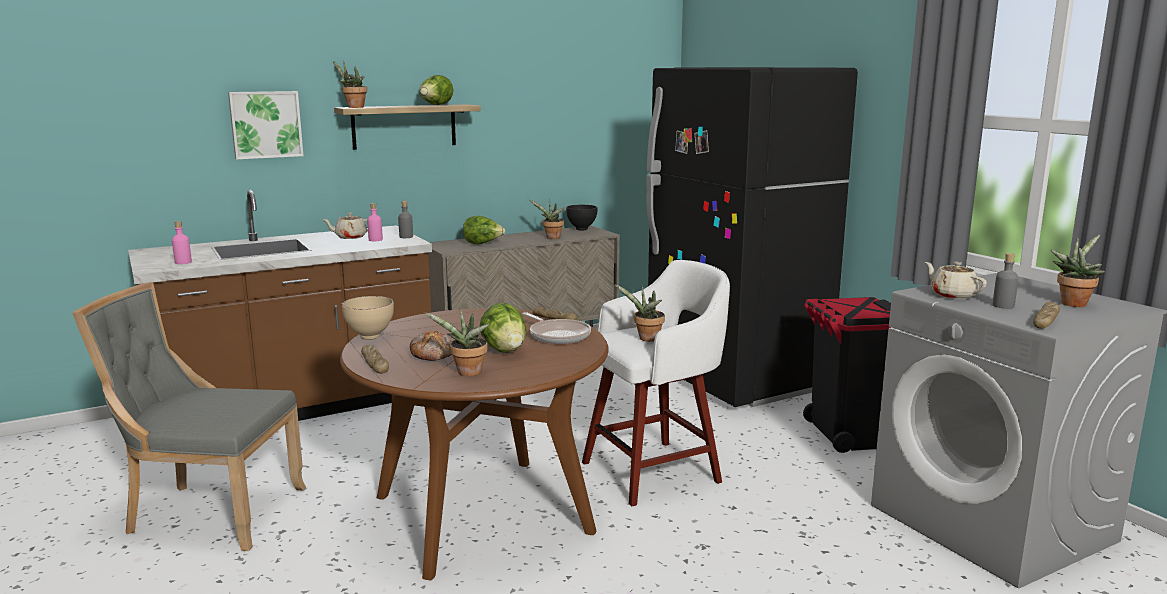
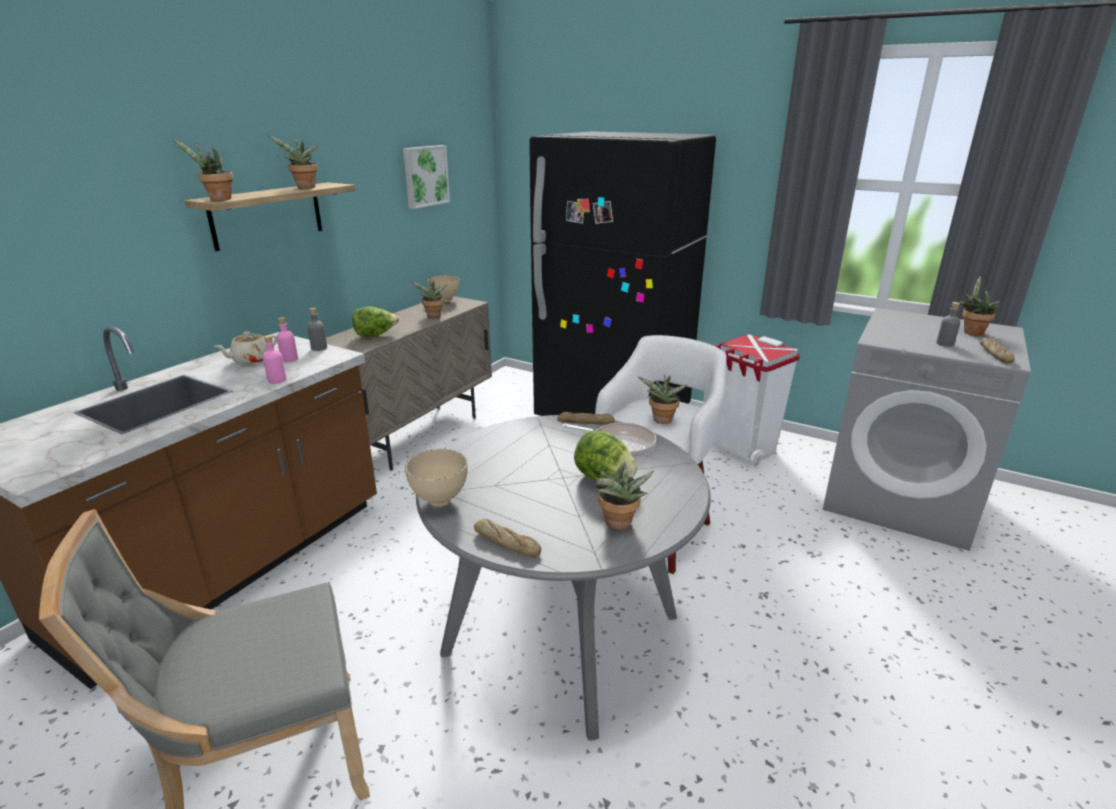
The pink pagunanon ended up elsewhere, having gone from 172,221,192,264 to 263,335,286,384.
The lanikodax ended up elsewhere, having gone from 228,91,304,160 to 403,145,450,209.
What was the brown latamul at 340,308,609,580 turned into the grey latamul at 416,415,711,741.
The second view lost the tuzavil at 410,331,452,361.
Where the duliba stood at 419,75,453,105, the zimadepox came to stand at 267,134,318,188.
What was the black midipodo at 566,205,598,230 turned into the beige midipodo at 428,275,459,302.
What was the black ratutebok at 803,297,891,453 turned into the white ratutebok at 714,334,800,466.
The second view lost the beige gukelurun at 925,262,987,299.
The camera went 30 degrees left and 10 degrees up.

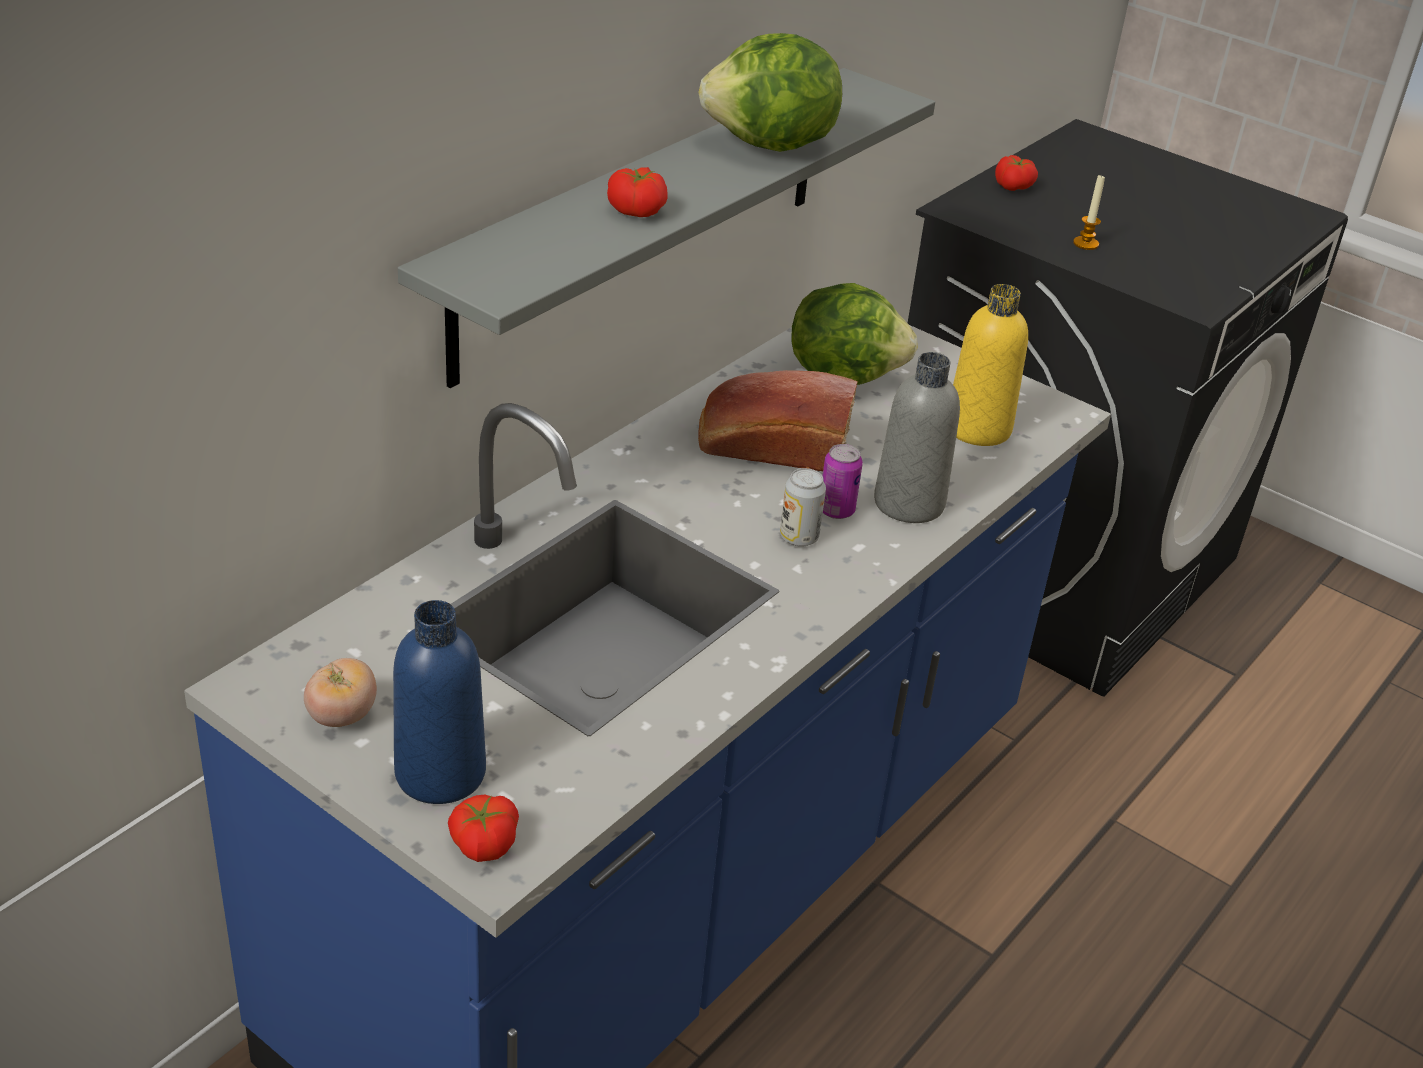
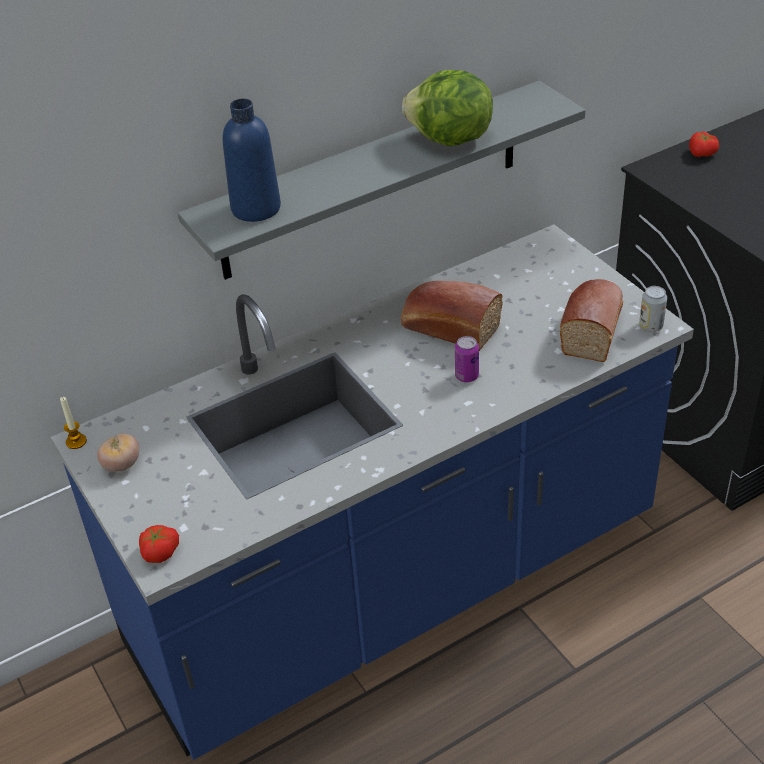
The blue pagunanon ended up elsewhere, having gone from 393,600,486,804 to 223,99,281,222.
The second view lost the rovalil at 607,167,668,217.
The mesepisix ended up elsewhere, having gone from 780,468,826,547 to 639,286,667,332.
The second view lost the duliba at 791,283,918,385.
The second view lost the grey pagunanon at 874,352,960,523.
Where the yellow pagunanon stood at 953,284,1028,446, the tuzavil came to stand at 560,279,623,362.
The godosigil ended up elsewhere, having gone from 1073,175,1105,250 to 60,397,87,449.
The camera went 25 degrees right and 5 degrees up.

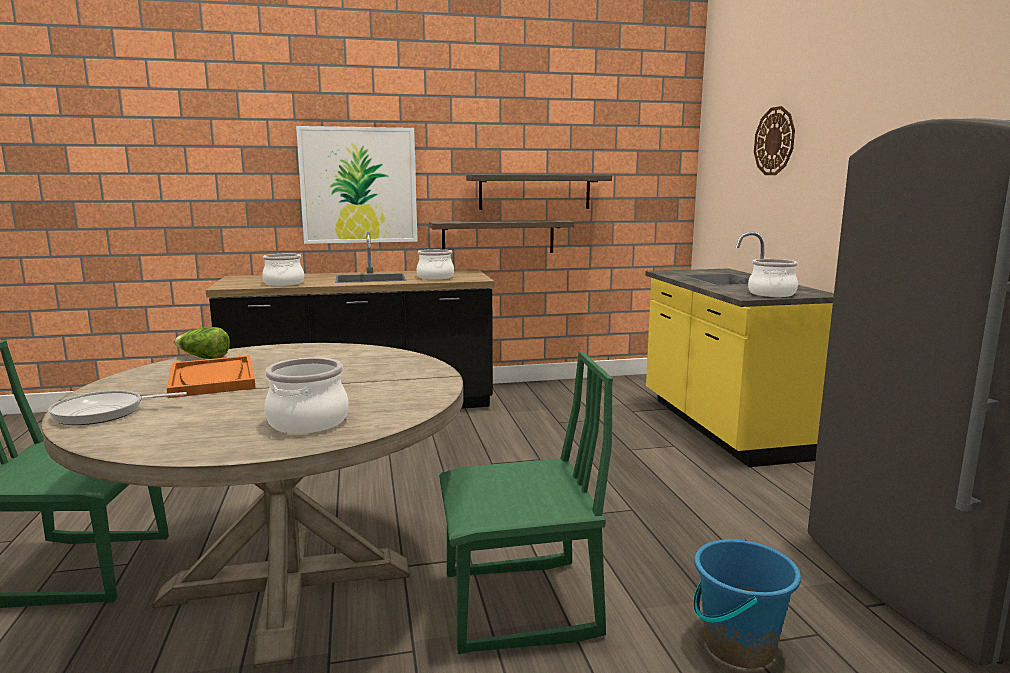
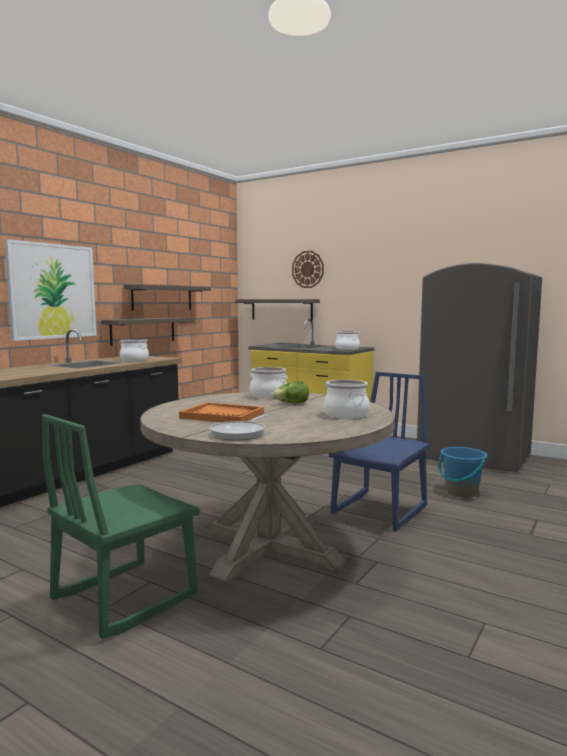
The duliba ended up elsewhere, having gone from 174,327,230,359 to 271,381,309,403.
The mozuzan ended up elsewhere, having gone from 262,254,304,286 to 250,367,288,399.
What was the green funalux at 439,351,613,654 turned into the blue funalux at 329,372,429,531.
The second view gained the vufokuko at 235,299,320,321.
The camera went 45 degrees left and 5 degrees down.

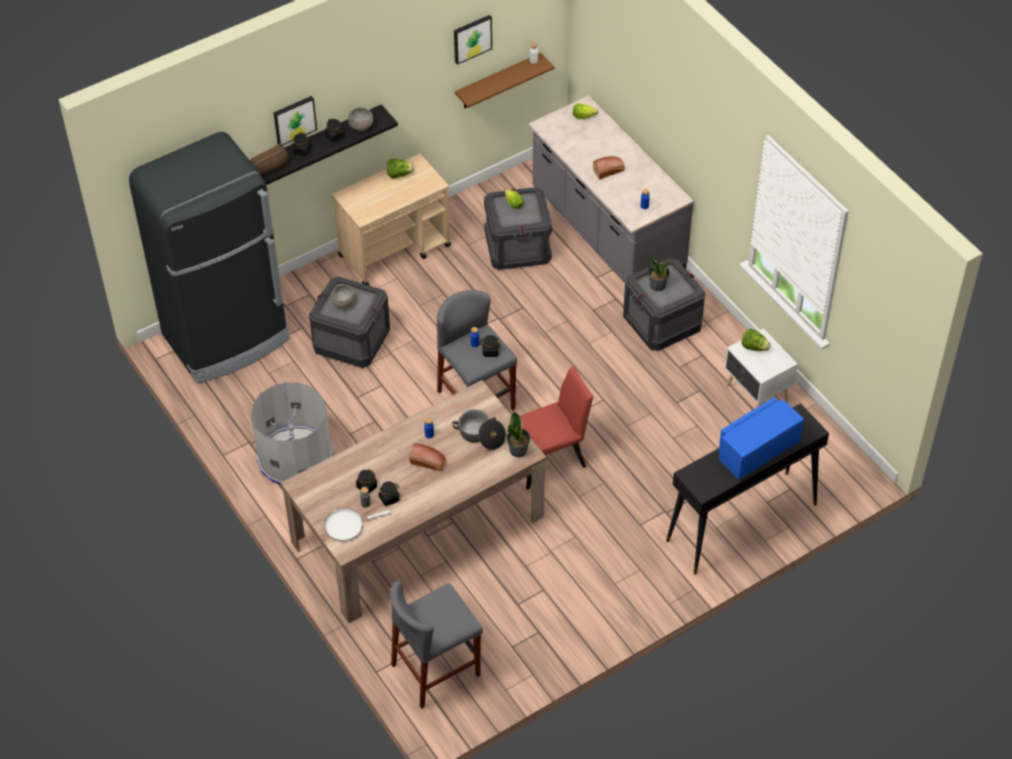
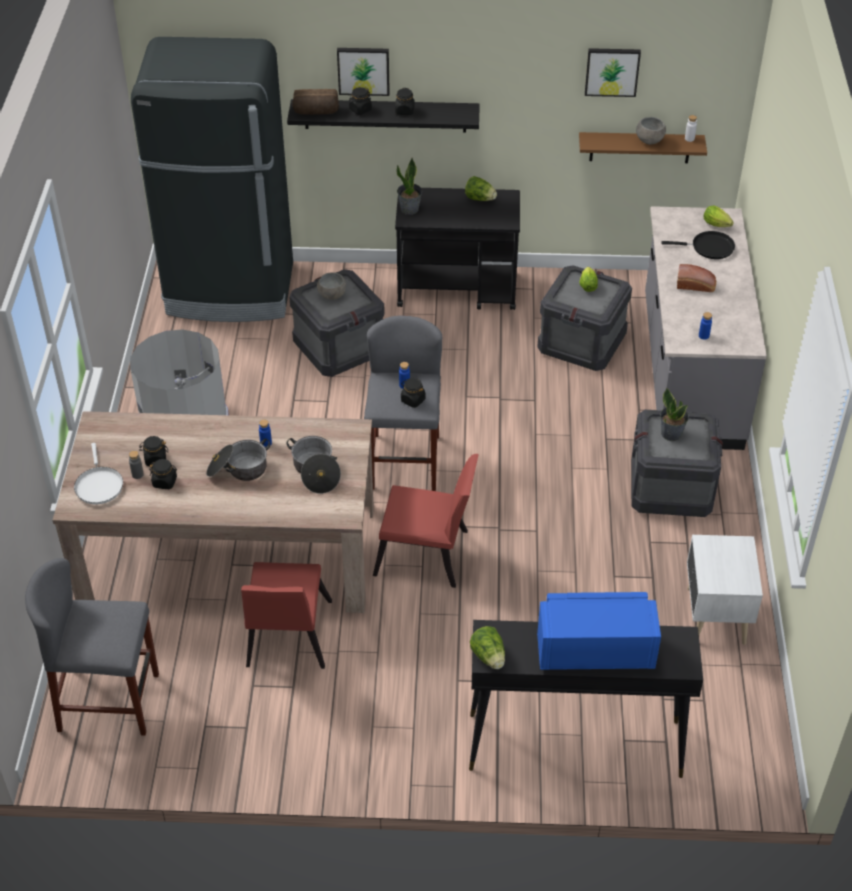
The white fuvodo at 324,508,390,541 ended up facing another way, 120 degrees counterclockwise from before.
What was the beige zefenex at 332,154,451,285 turned into the black zefenex at 395,188,520,310.
The grey midipodo ended up elsewhere, having gone from 348,107,373,131 to 636,117,666,145.
Where the tuzavil stood at 409,443,446,471, the mozuzan came to stand at 206,439,270,481.
The zimadepox ended up elsewhere, having gone from 507,411,531,457 to 397,157,422,215.
The duliba ended up elsewhere, having gone from 742,328,770,351 to 470,626,505,669.
The second view gained the red funalux at 241,562,332,669.
The second view gained the black fuvodo at 661,231,735,259.
The camera went 35 degrees right and 5 degrees down.

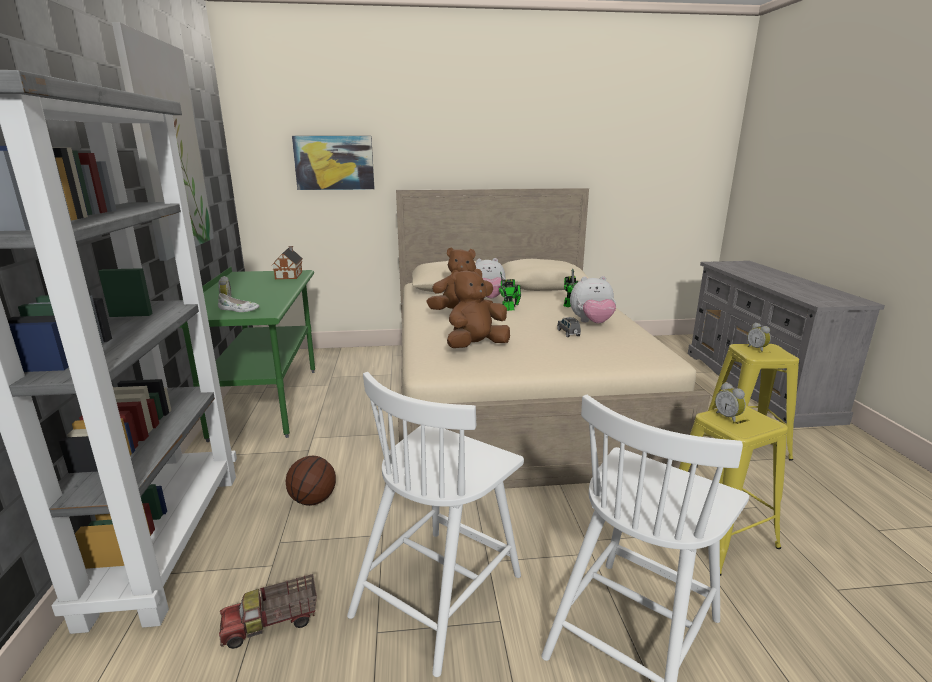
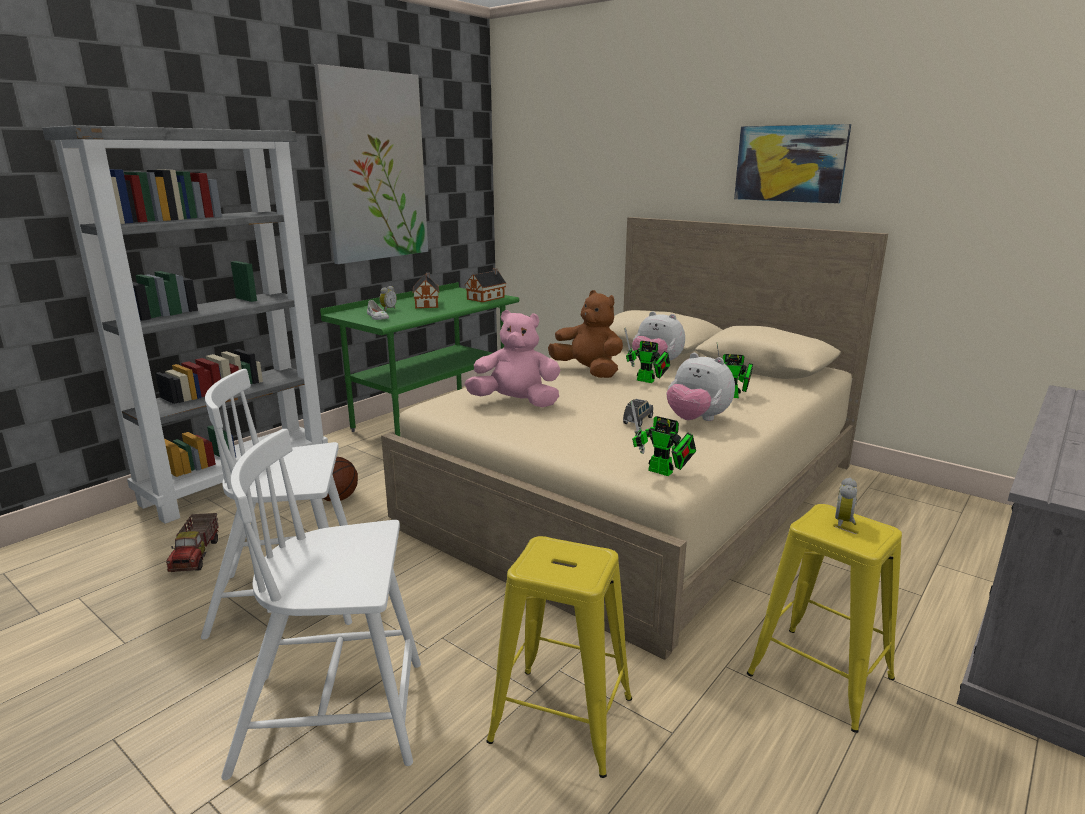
The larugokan at 219,574,317,649 ended up facing another way, 120 degrees counterclockwise from before.
The lanikodax ended up elsewhere, having gone from 292,136,375,190 to 734,124,851,204.
What was the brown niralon at 447,269,510,348 turned into the pink niralon at 465,310,561,407.
The second view lost the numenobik at 715,382,746,423.
The second view gained the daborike at 412,272,439,309.
The second view gained the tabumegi at 631,400,696,476.
The camera went 45 degrees right and 0 degrees up.

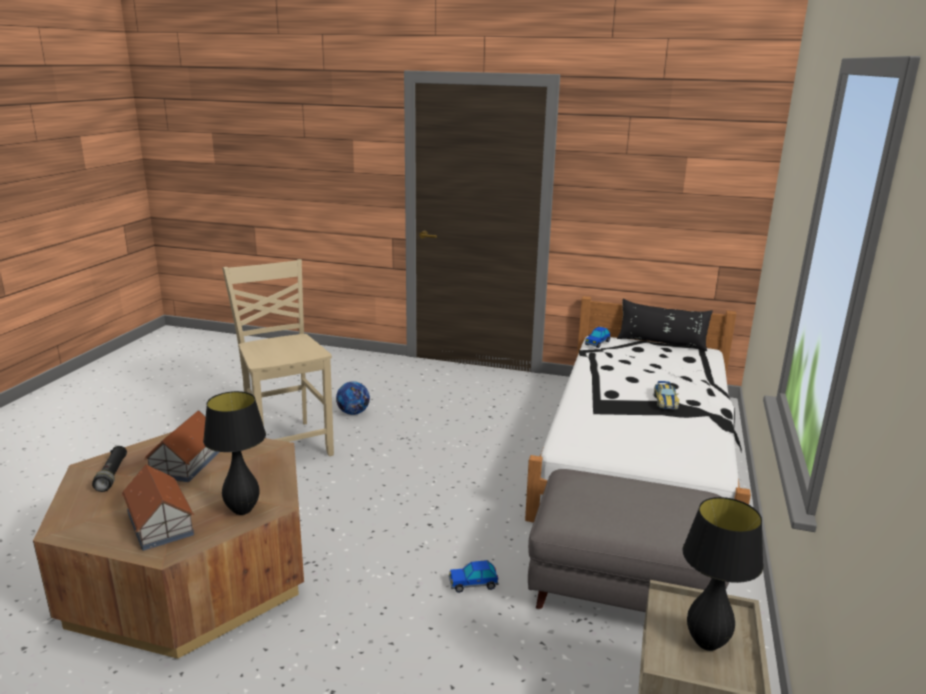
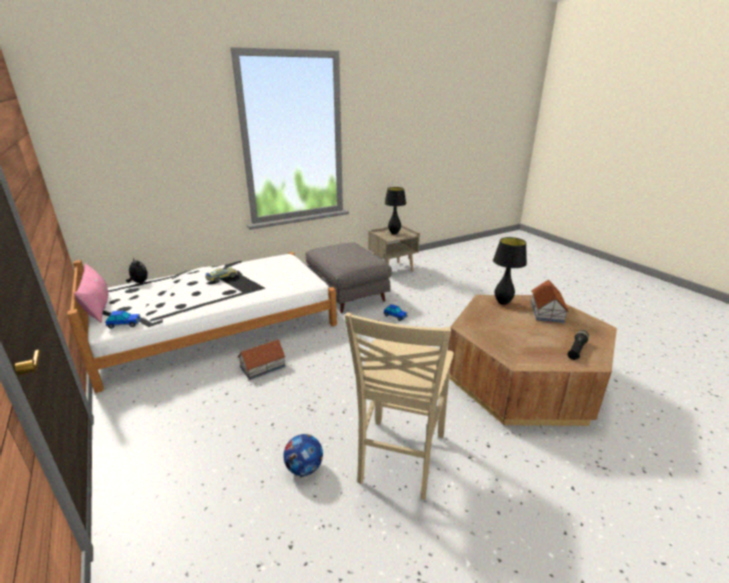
The daborike ended up elsewhere, having gone from 144,411,219,482 to 237,340,286,380.
What was the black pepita at 617,299,713,351 turned into the pink pepita at 74,263,108,323.
The second view gained the niralon at 126,258,148,283.
The camera went 135 degrees left and 5 degrees up.

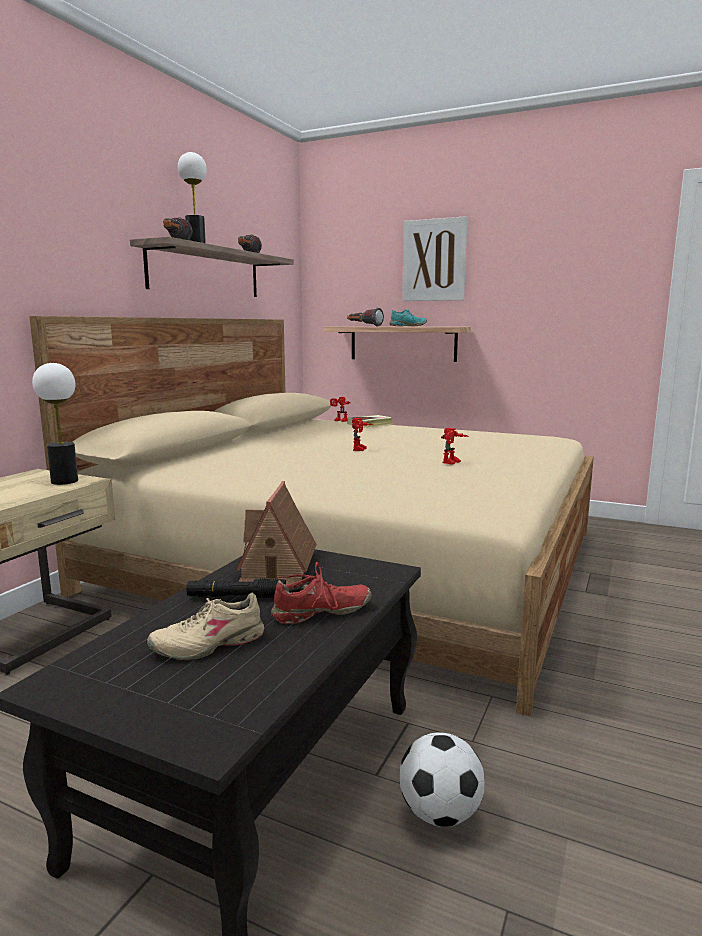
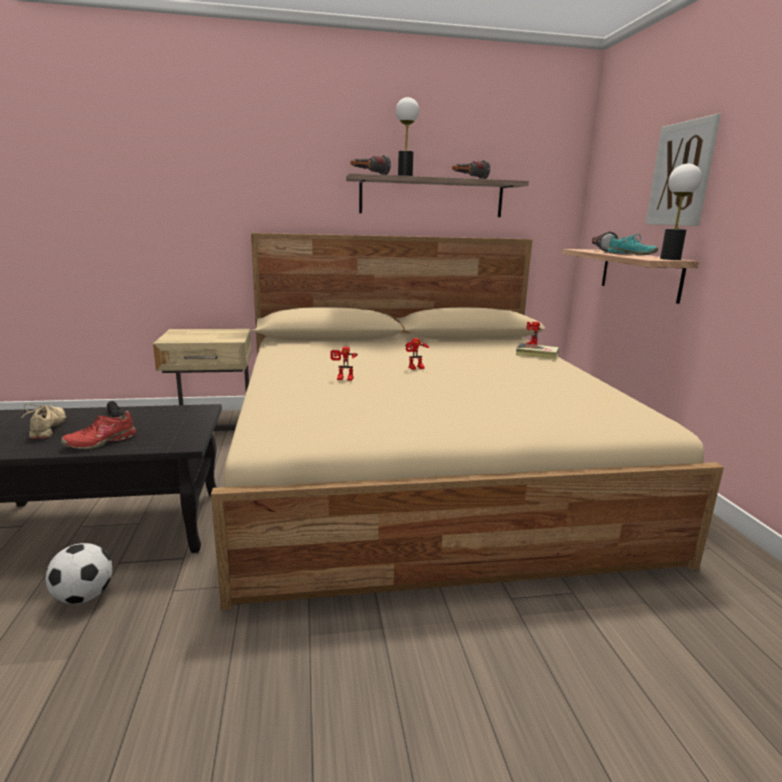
The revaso ended up elsewhere, having gone from 32,363,78,485 to 660,164,702,260.
The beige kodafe at 147,593,264,660 ended up facing another way, 45 degrees clockwise from before.
The second view lost the daborike at 235,481,317,584.
The red kodafe at 271,562,372,624 ended up facing another way, 105 degrees clockwise from before.
The tabumegi ended up elsewhere, having gone from 441,428,469,465 to 330,347,358,381.
The camera went 55 degrees right and 5 degrees up.

